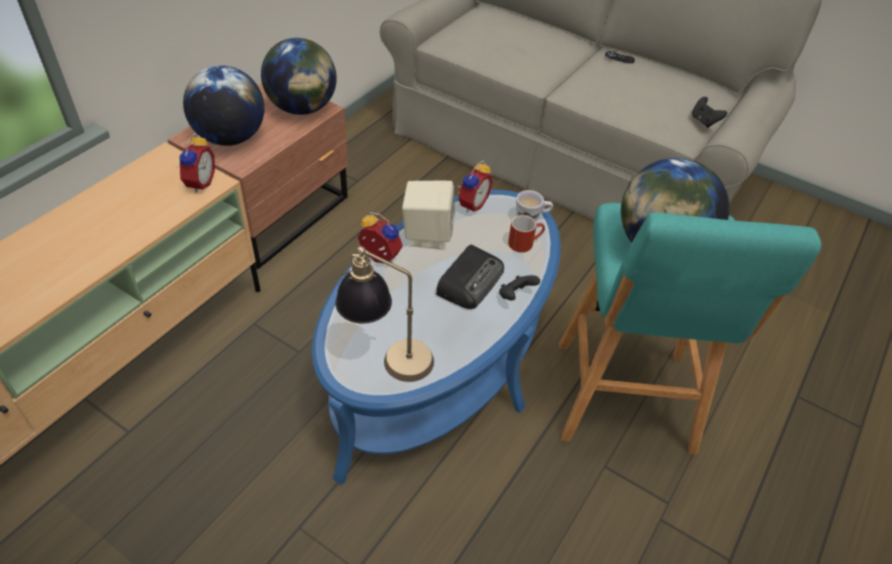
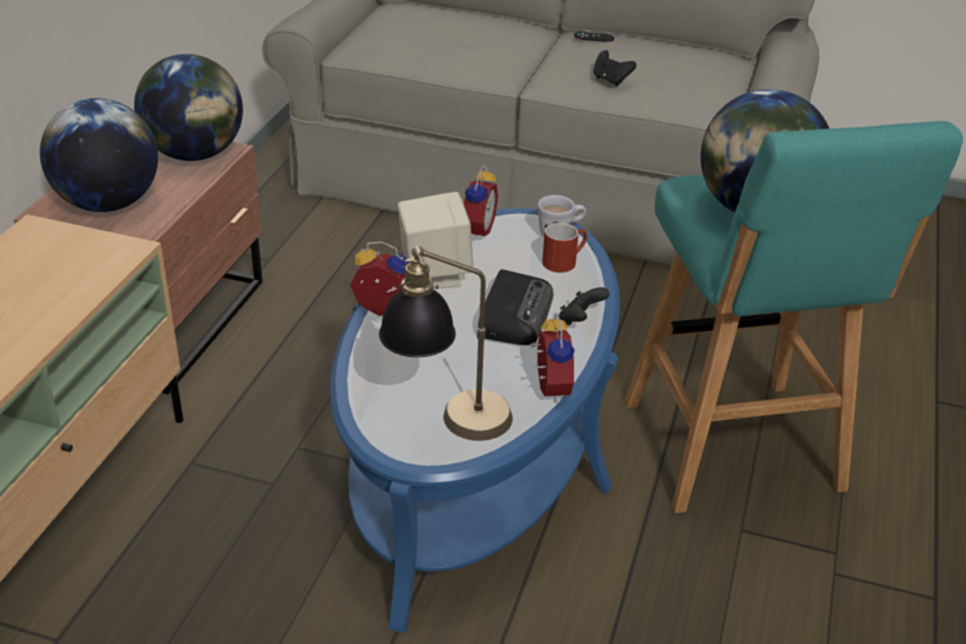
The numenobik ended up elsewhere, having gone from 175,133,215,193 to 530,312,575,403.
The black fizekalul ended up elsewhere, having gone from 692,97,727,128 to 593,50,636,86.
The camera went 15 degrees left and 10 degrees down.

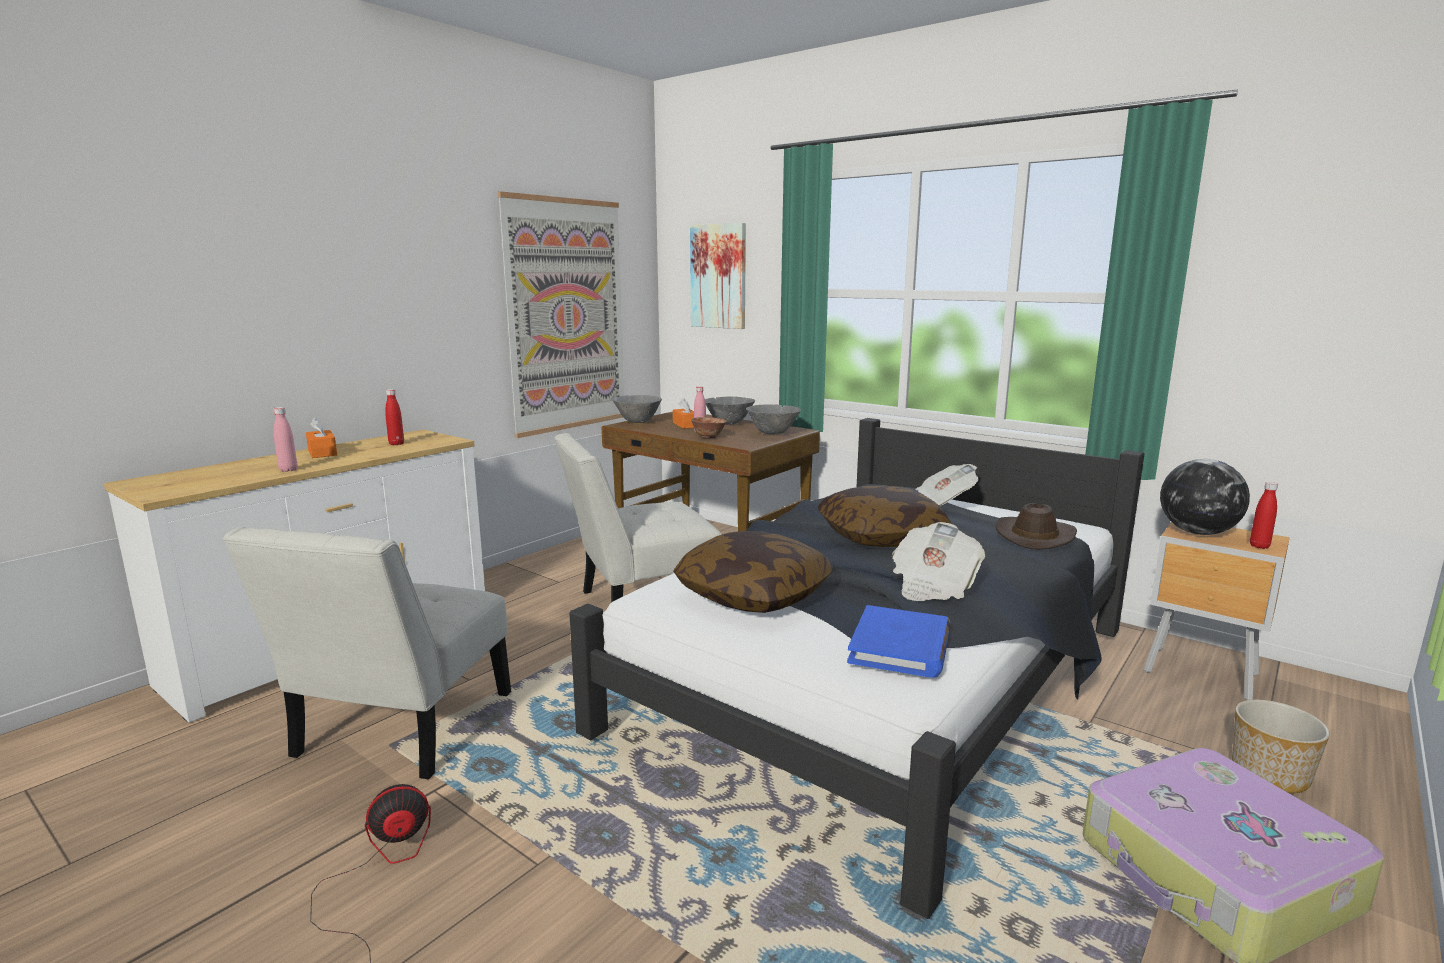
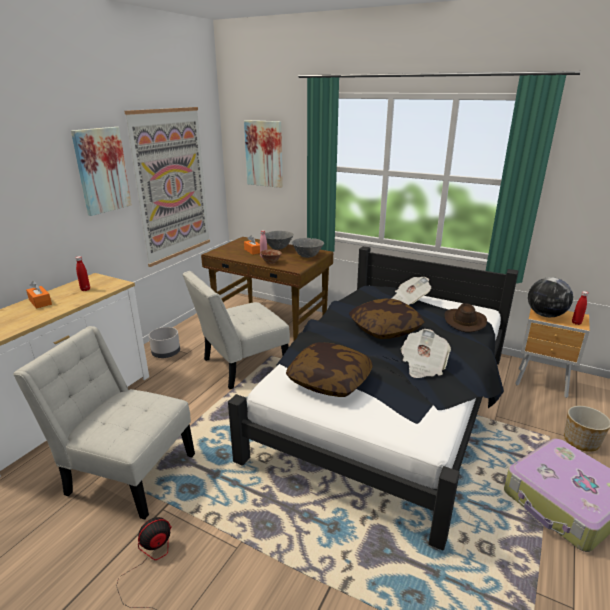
The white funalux at 223,527,511,780 ended up facing another way, 105 degrees clockwise from before.
The second view lost the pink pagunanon at 273,407,297,472.
The second view lost the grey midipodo at 612,395,662,423.
The second view lost the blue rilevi at 847,605,951,678.
The second view gained the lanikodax at 71,127,132,216.
The second view gained the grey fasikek at 149,327,180,358.
The camera went 10 degrees left and 10 degrees up.

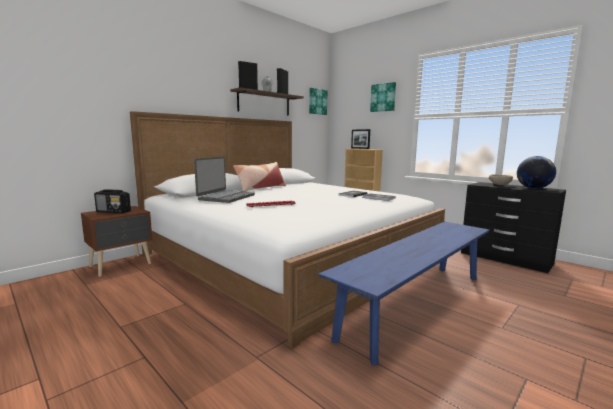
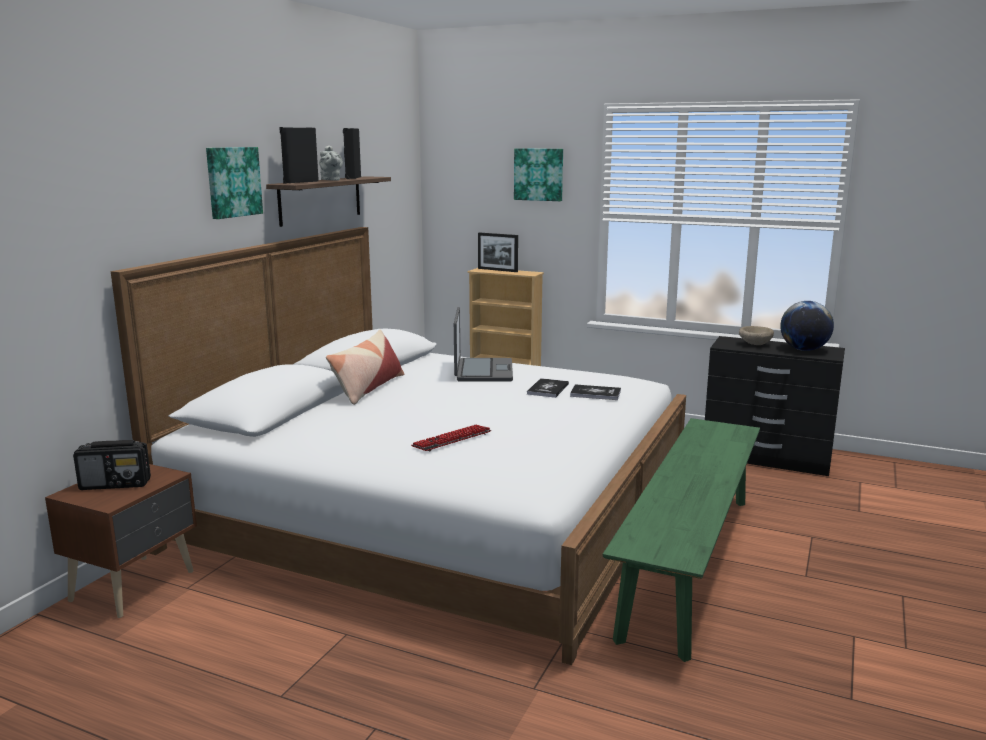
The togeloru ended up elsewhere, having gone from 194,157,255,203 to 454,307,513,382.
The lanikodax ended up elsewhere, having gone from 309,88,327,115 to 206,147,263,219.
What was the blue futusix at 318,222,490,365 turned into the green futusix at 603,418,760,662.
The camera went 20 degrees left and 5 degrees up.

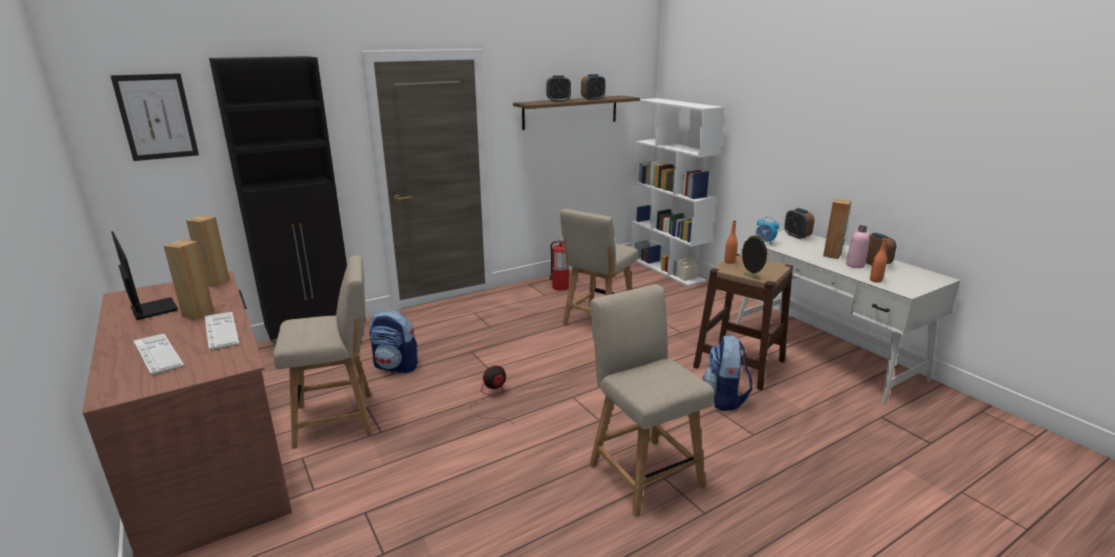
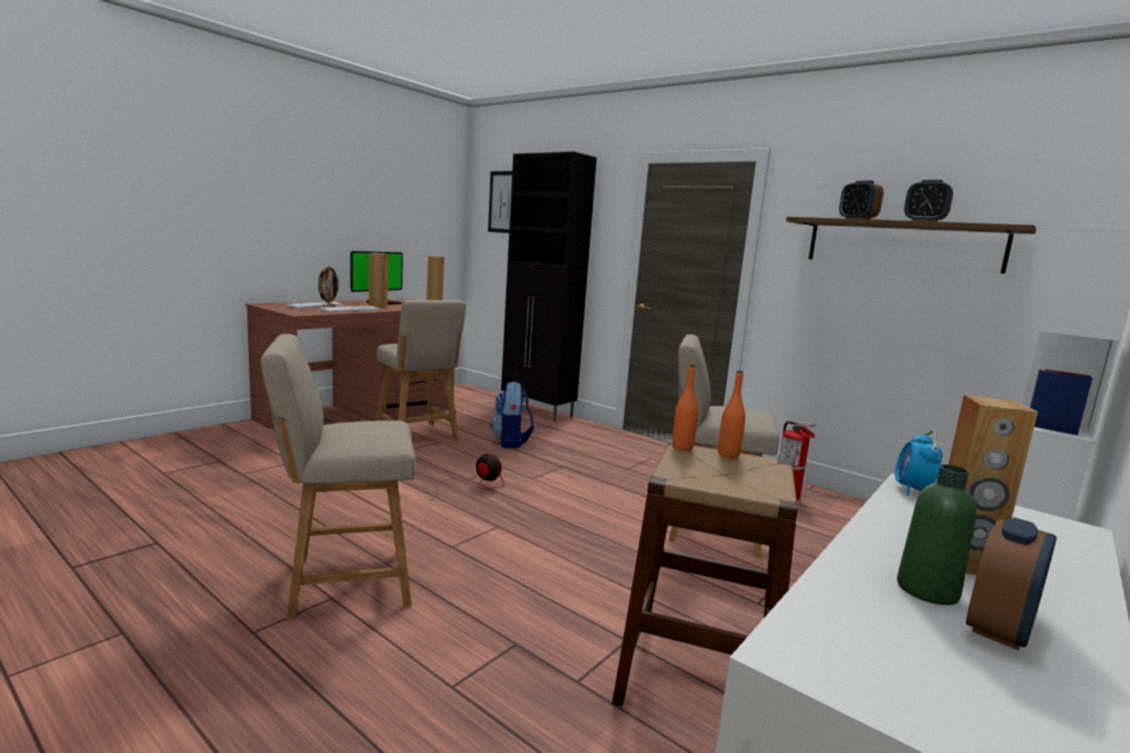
The beige funalux at 589,284,714,518 ended up facing another way, 150 degrees counterclockwise from before.
The second view lost the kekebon at 703,335,753,411.
The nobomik ended up elsewhere, having gone from 741,234,769,280 to 318,266,340,307.
The second view lost the numenobik at 784,208,815,239.
What was the pink pagunanon at 846,225,869,268 turned into the green pagunanon at 897,464,976,605.
The orange pagunanon ended up elsewhere, having gone from 870,236,887,283 to 672,364,698,451.
The camera went 70 degrees right and 10 degrees down.

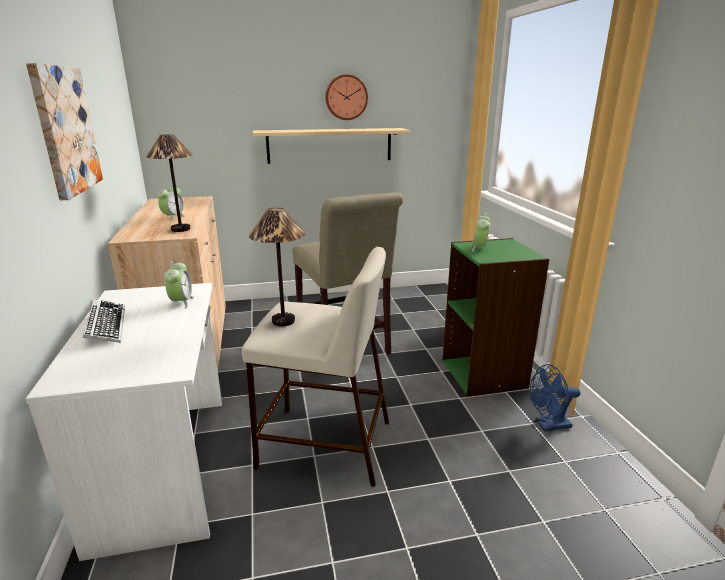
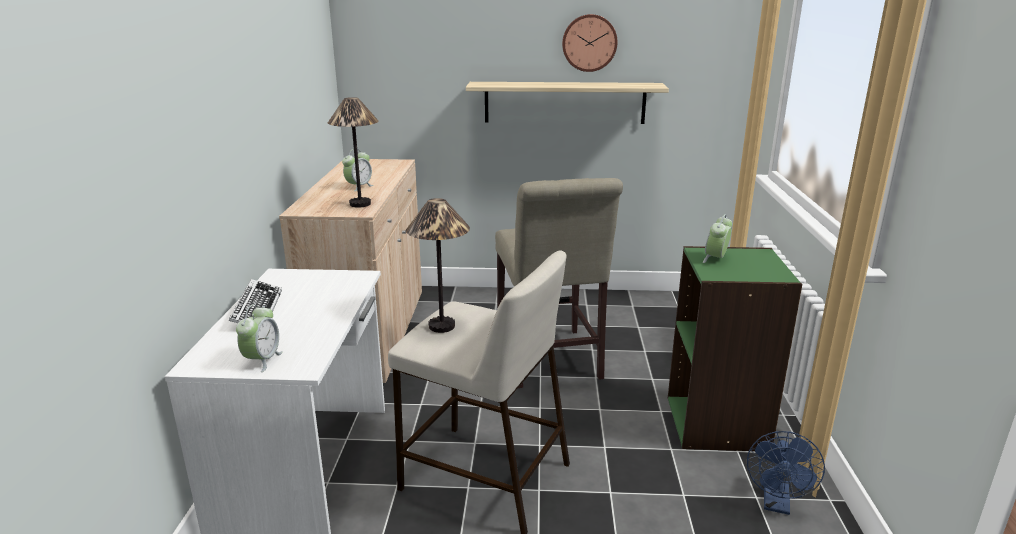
The second view lost the lanikodax at 26,63,103,200.
The numenobik ended up elsewhere, having gone from 164,260,194,309 to 236,304,283,372.
The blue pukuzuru at 530,364,581,432 ended up facing another way, 75 degrees counterclockwise from before.
The camera went 15 degrees right and 0 degrees up.

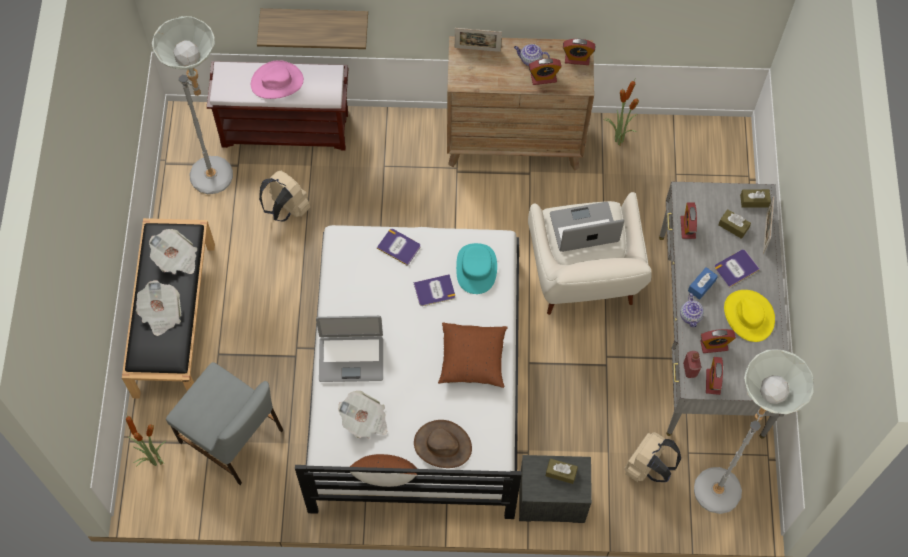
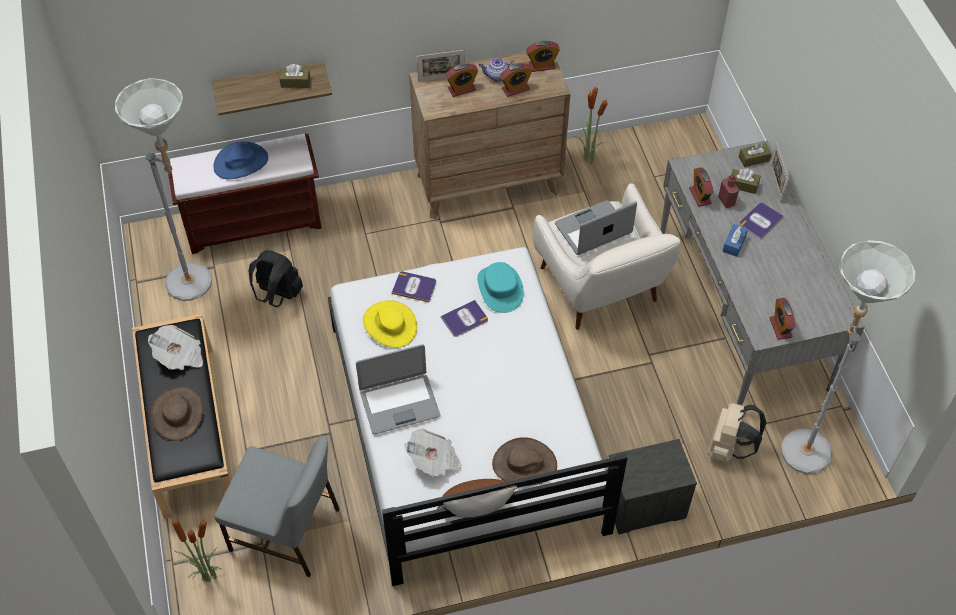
Where the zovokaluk stood at 136,280,181,336, the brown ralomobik came to stand at 151,387,203,441.
What was the pink ralomobik at 251,60,304,99 turned into the blue ralomobik at 213,141,268,179.
What was the beige kekebon at 259,171,310,222 turned into the black kekebon at 248,250,303,307.
The second view lost the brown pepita at 438,322,508,388.
The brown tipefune ended up elsewhere, having gone from 546,459,578,484 to 279,64,310,88.
The second view lost the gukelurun at 680,293,704,327.
The red pagunanon ended up elsewhere, having gone from 683,351,701,378 to 718,174,739,208.
The numenobik ended up elsewhere, having gone from 700,329,736,353 to 445,64,478,97.
The yellow ralomobik ended up elsewhere, having gone from 724,290,775,342 to 363,300,417,348.
The camera went 15 degrees left and 10 degrees down.

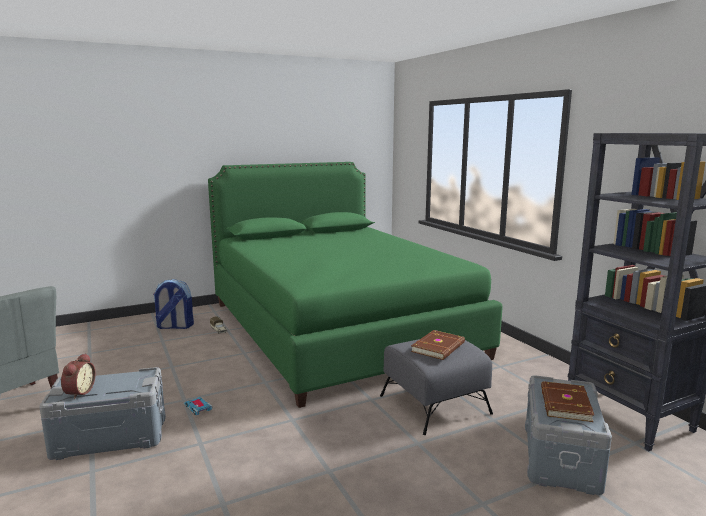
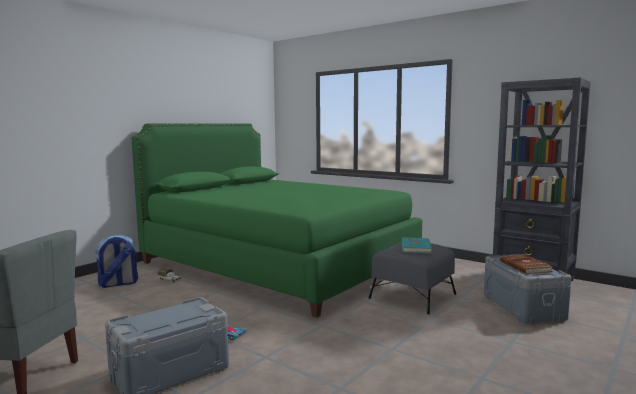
The second view lost the numenobik at 61,353,96,399.
What was the brown rilevi at 411,330,465,360 turned into the turquoise rilevi at 402,237,432,253.
The camera went 25 degrees left and 5 degrees down.

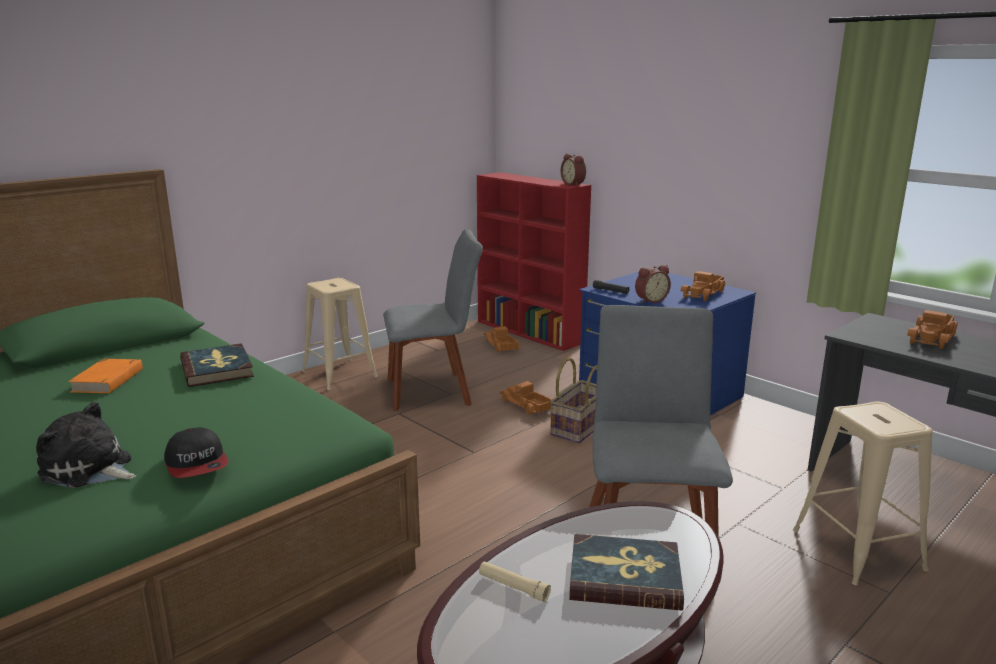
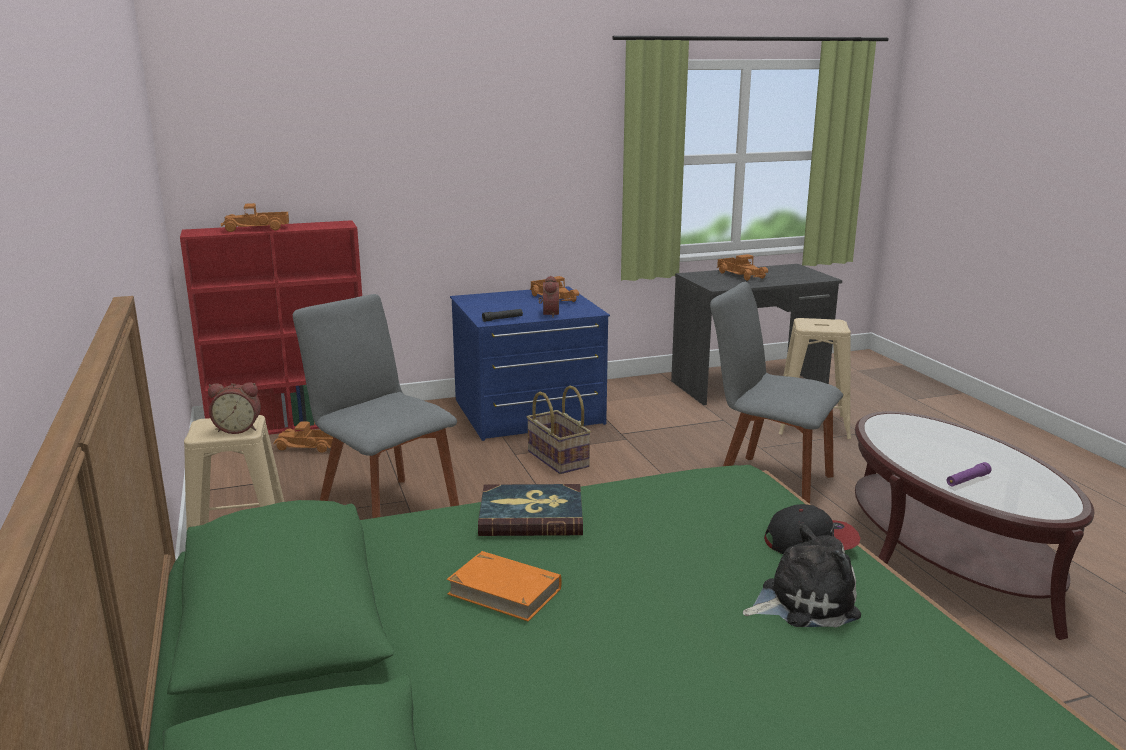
The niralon at 36,402,136,488 ended up facing another way, 150 degrees counterclockwise from before.
The grey funalux at 383,229,483,411 ended up facing another way, 60 degrees counterclockwise from before.
What was the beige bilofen at 479,561,551,602 turned into the purple bilofen at 947,462,992,486.
The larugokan ended up elsewhere, having gone from 500,381,552,415 to 221,203,289,232.
The numenobik ended up elsewhere, having gone from 561,153,586,186 to 208,383,261,434.
The second view lost the rilevi at 569,534,684,611.
The camera went 65 degrees left and 0 degrees up.

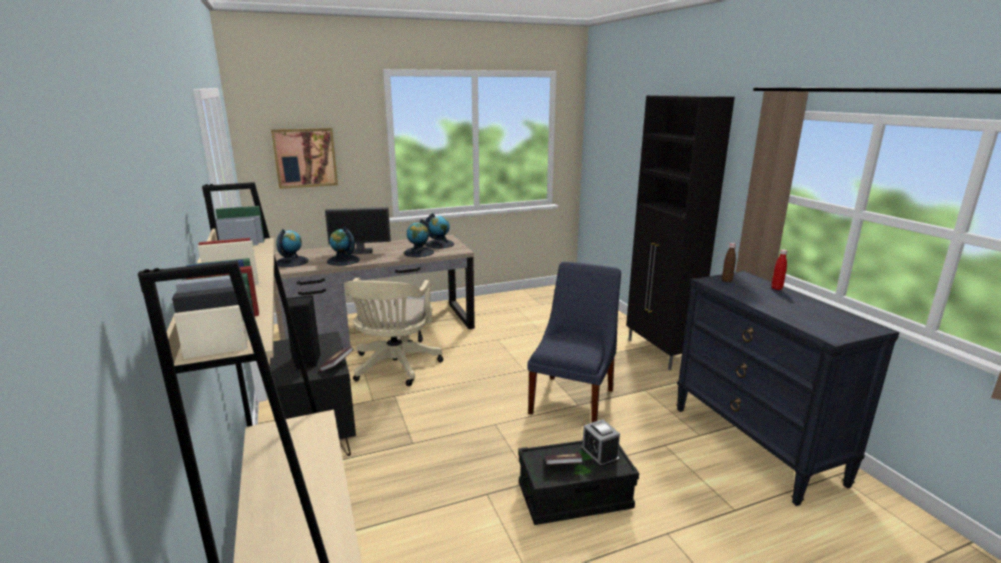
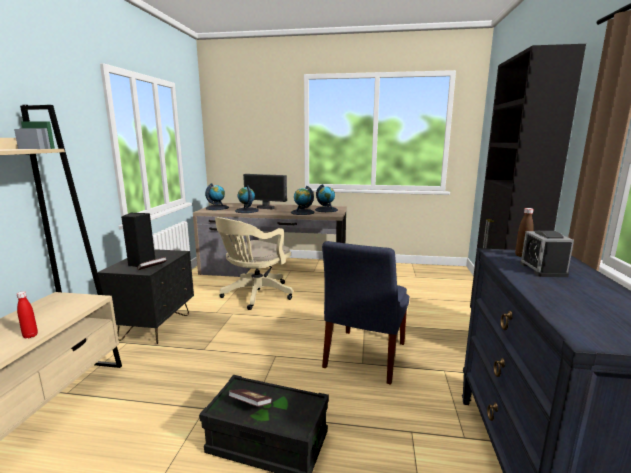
The second view lost the lanikodax at 271,128,338,189.
The blue funalux at 528,262,621,423 ended up facing another way, 150 degrees clockwise from before.
The numenobik ended up elsewhere, having gone from 581,419,620,467 to 520,231,574,277.
The red pagunanon ended up elsewhere, having gone from 771,249,787,290 to 17,291,38,339.
The camera went 30 degrees right and 5 degrees down.

